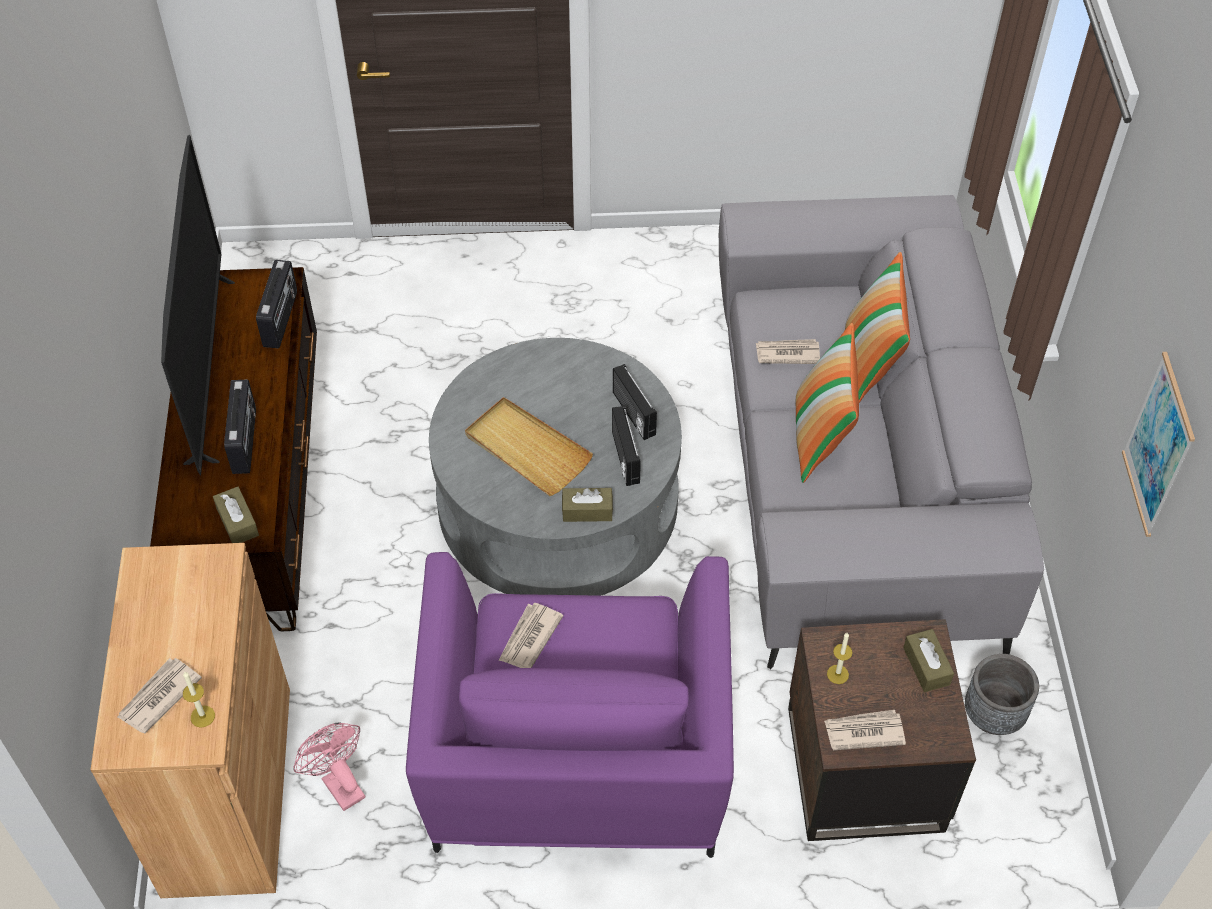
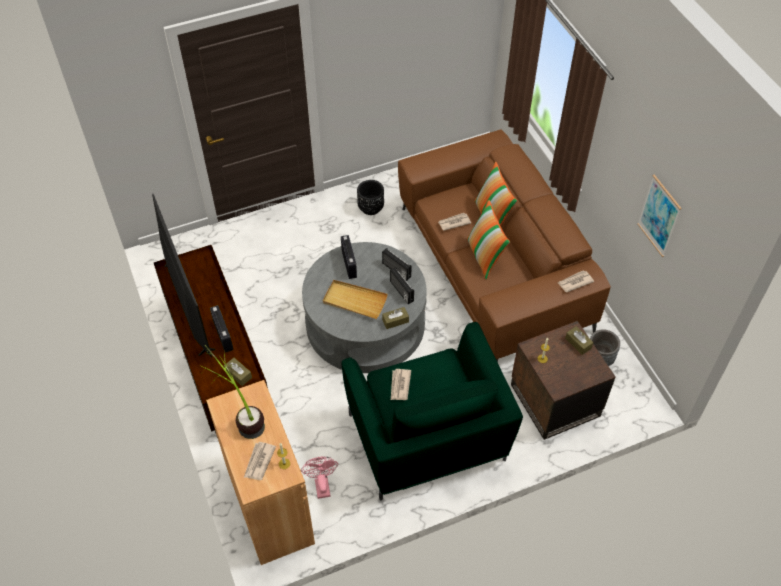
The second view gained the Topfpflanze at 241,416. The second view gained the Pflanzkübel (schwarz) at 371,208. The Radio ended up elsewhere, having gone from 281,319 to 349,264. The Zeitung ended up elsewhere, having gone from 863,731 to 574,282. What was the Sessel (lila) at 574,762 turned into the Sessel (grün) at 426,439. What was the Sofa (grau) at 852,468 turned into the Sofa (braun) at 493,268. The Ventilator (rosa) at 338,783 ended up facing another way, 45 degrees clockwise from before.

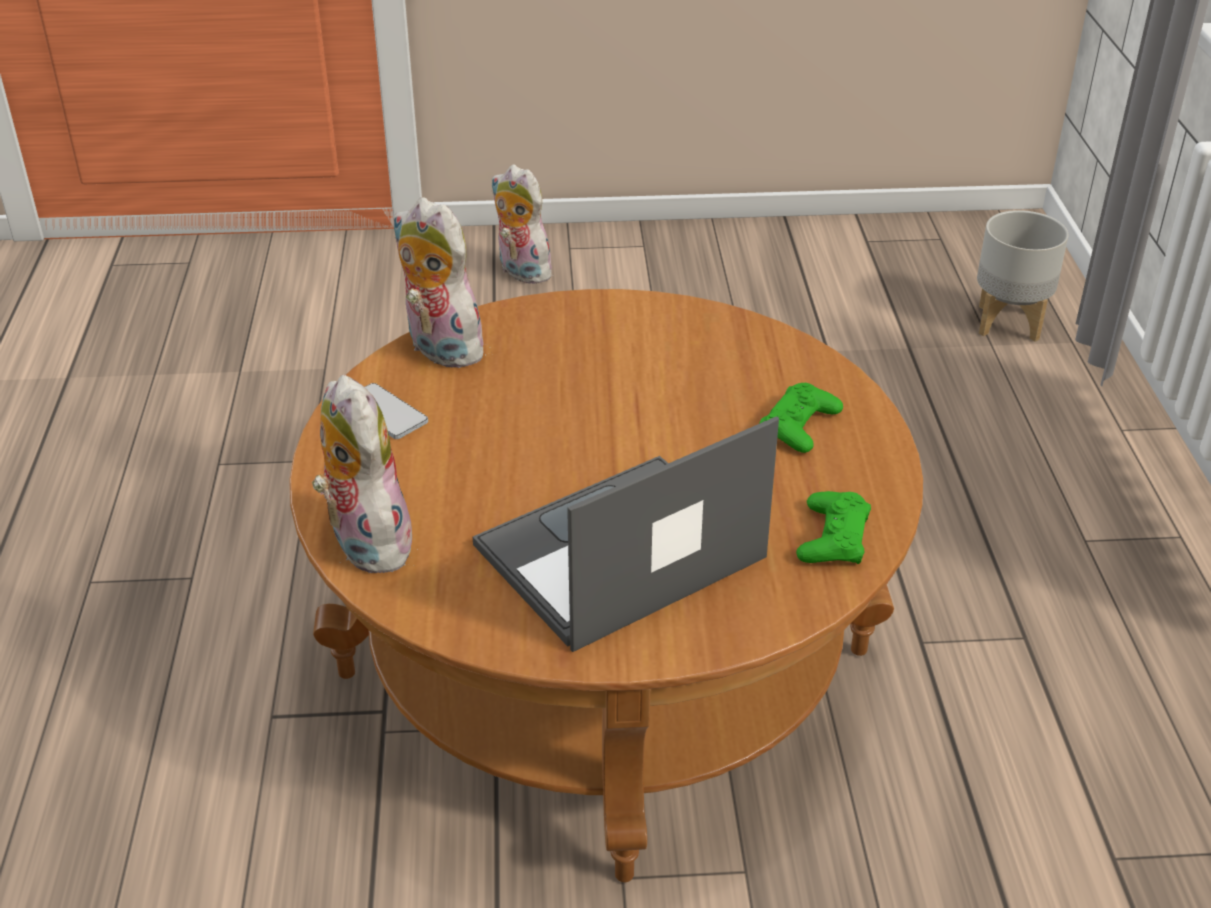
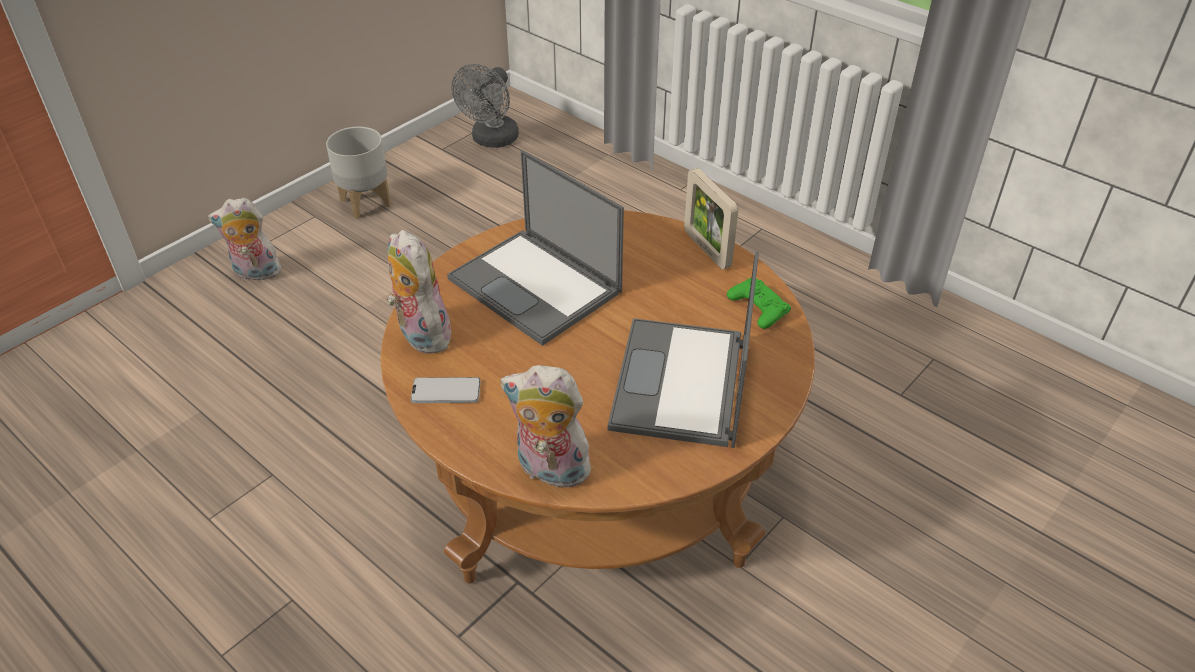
The second view lost the Gamepad (grün) at 799,425. The second view gained the Laptop at 537,286. The second view gained the Ventilator (grau) at 492,140. The second view gained the Bilderrahmen at 707,249. The Pflanzkübel (grau) ended up elsewhere, having gone from 1008,323 to 366,203. The Plüschtier at 439,350 ended up facing another way, 60 degrees clockwise from before.

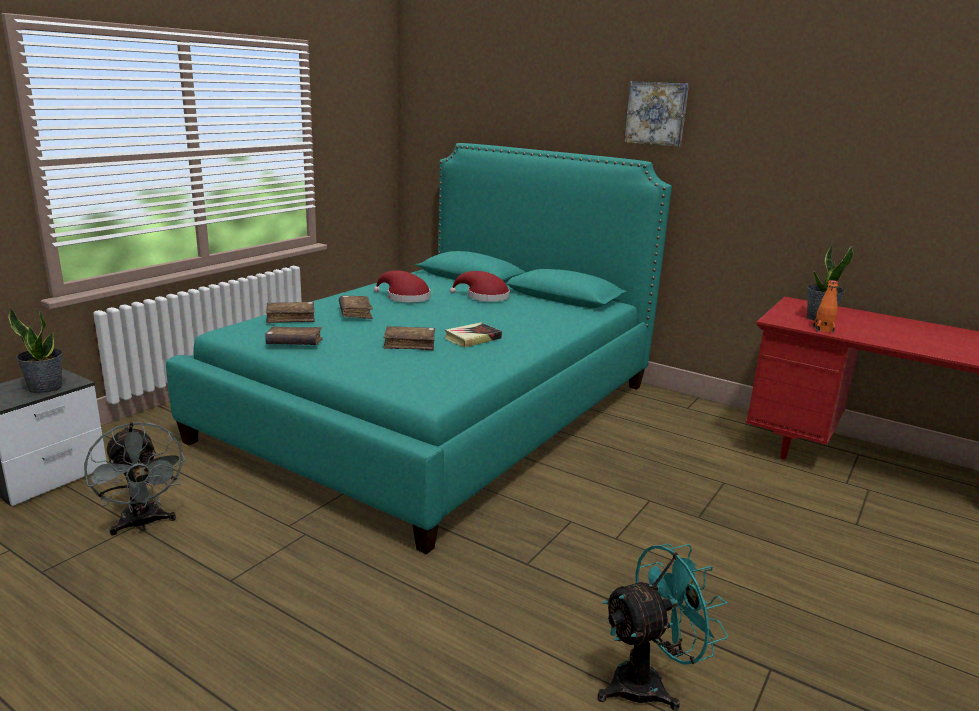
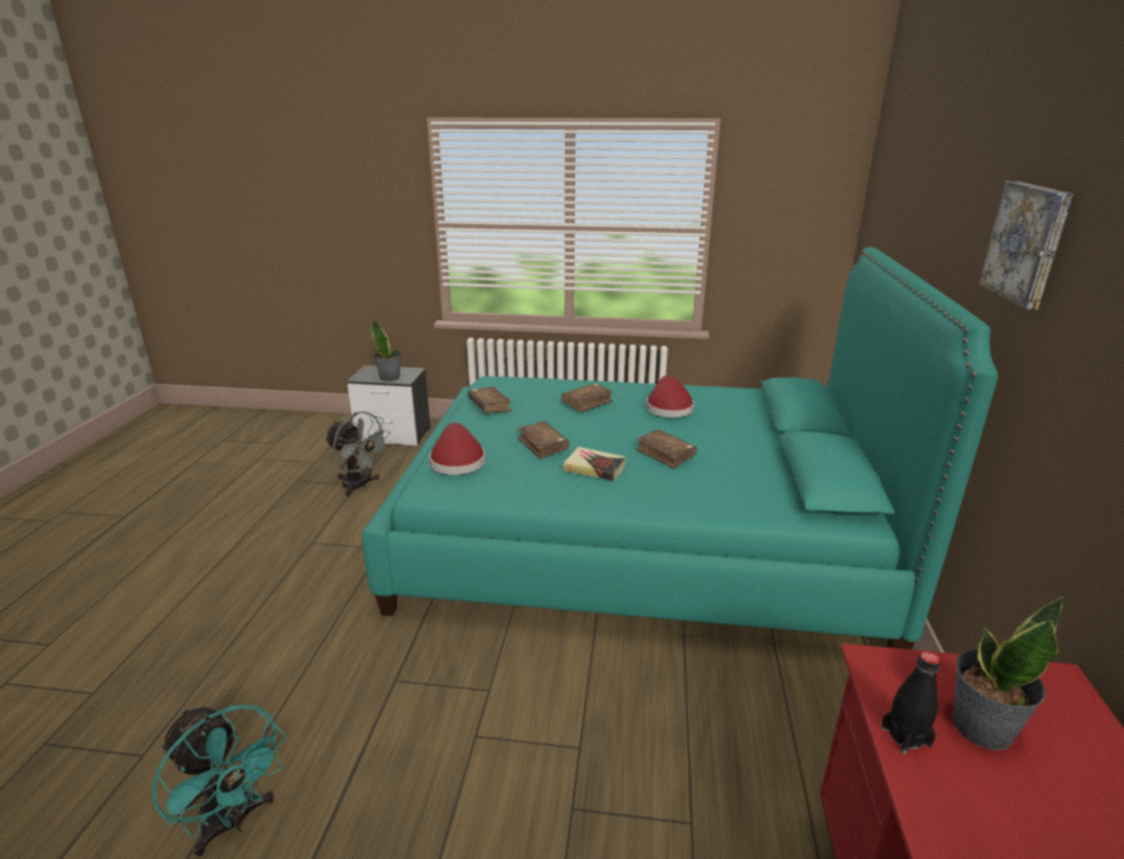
The Buch (braun) ended up elsewhere, having gone from 291,318 to 665,454. The Hut (rot) ended up elsewhere, having gone from 484,297 to 457,461. What was the Flasche (orange) at 823,329 turned into the Flasche (schwarz) at 905,736. The Ventilator (grau) at 143,524 ended up facing another way, 90 degrees counterclockwise from before.

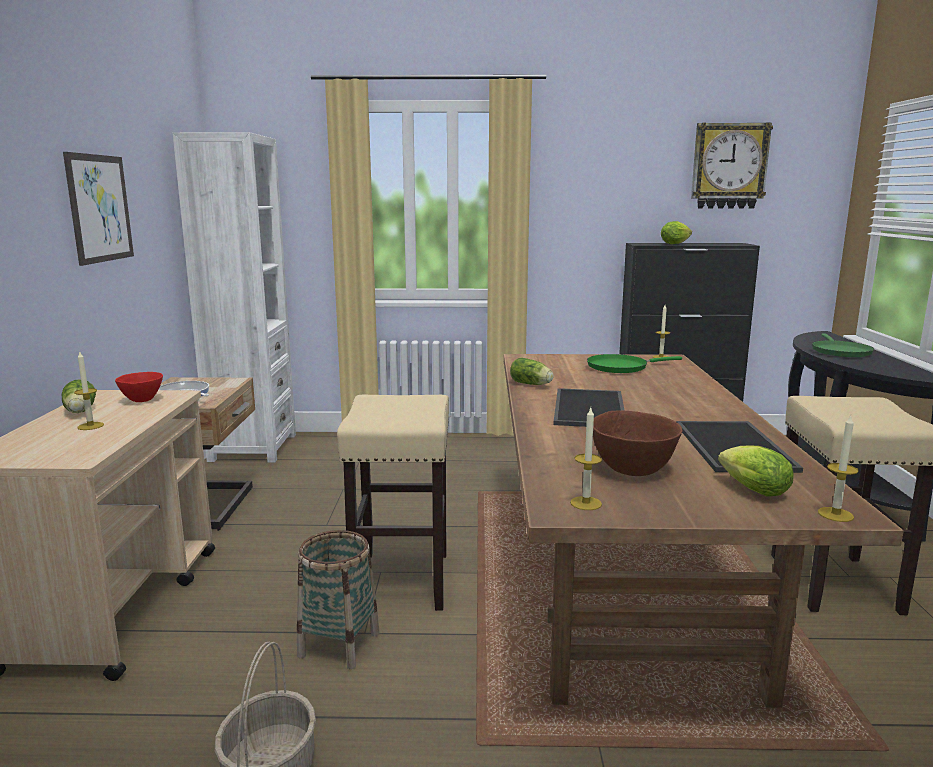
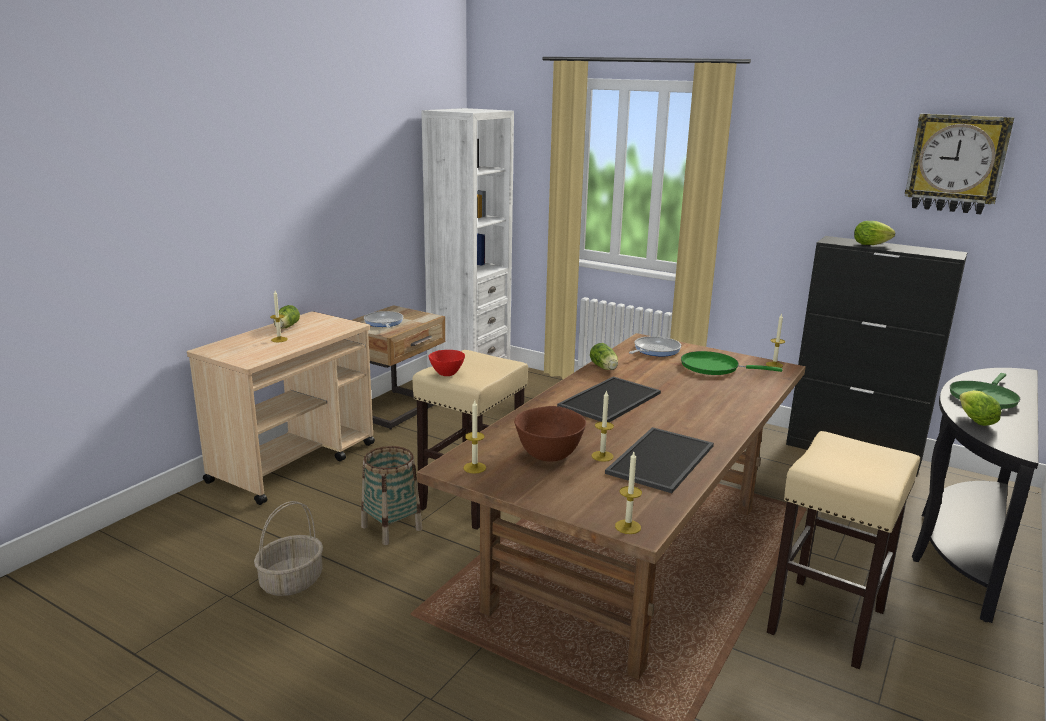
The second view lost the Bild at 100,208. The second view gained the Kerze at 602,456. The second view gained the Pfanne at 655,350. The Schüssel (rot) ended up elsewhere, having gone from 142,400 to 447,374. The Salatkopf ended up elsewhere, having gone from 750,489 to 973,419.

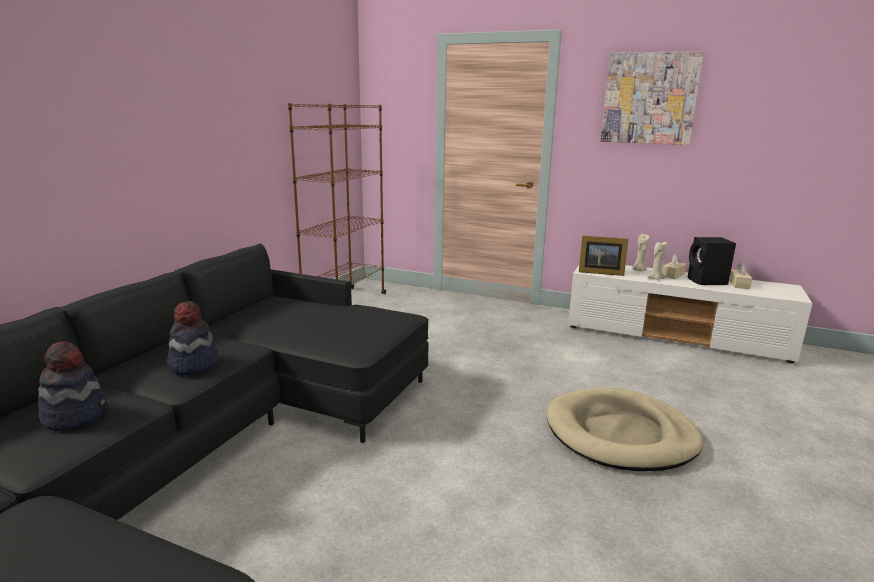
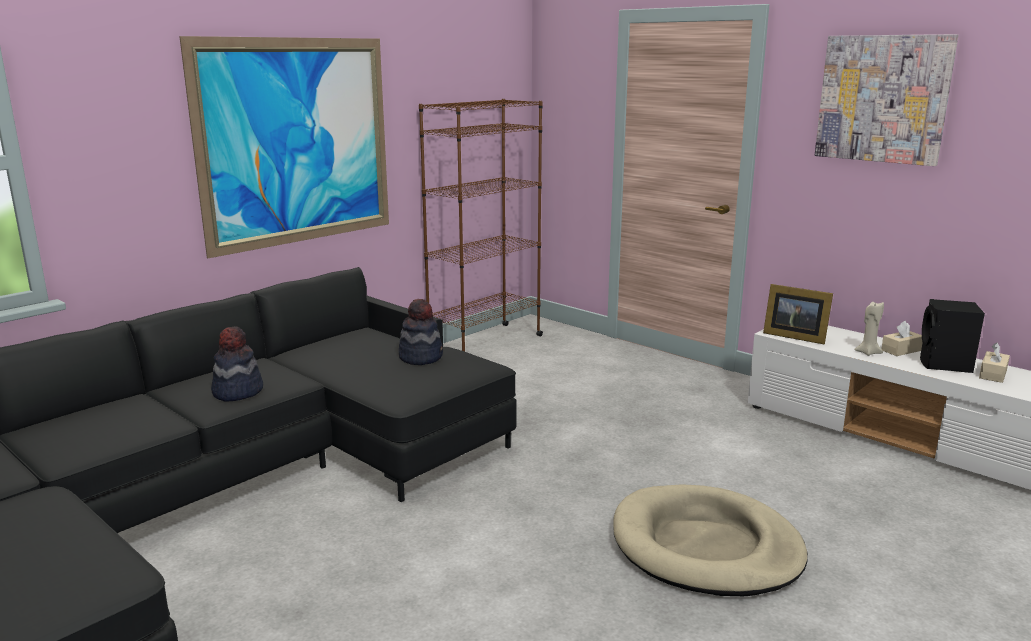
The second view lost the Kerze (beige) at 639,270. The second view gained the Bild at 297,142. The Hut ended up elsewhere, having gone from 75,416 to 421,357.

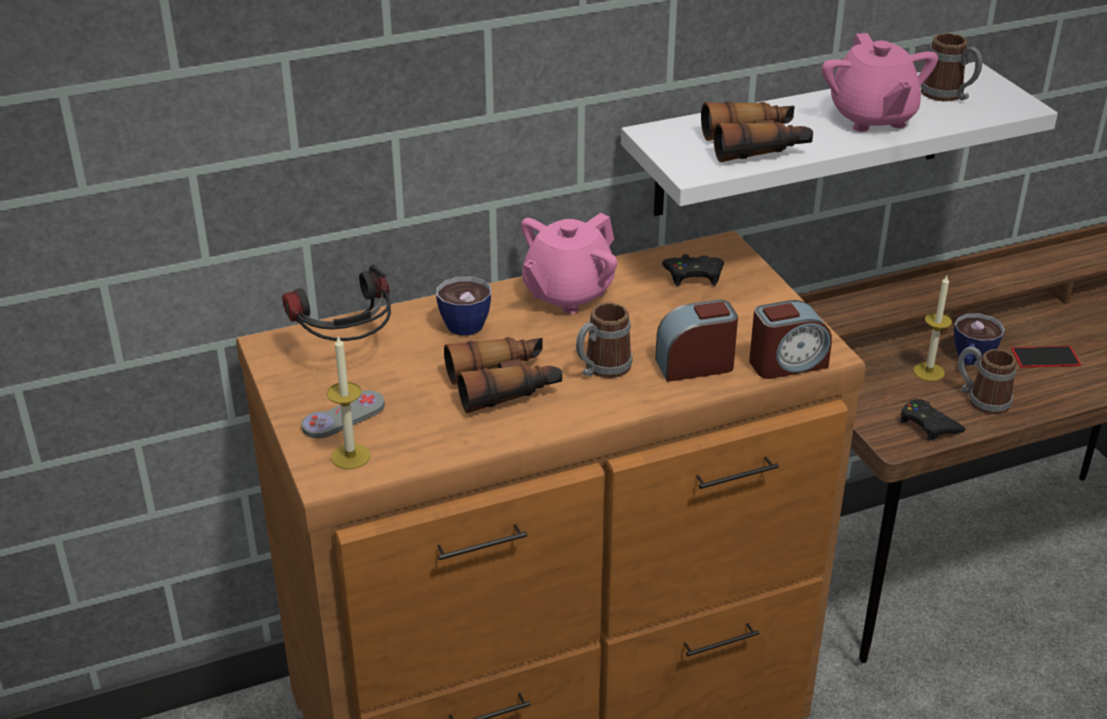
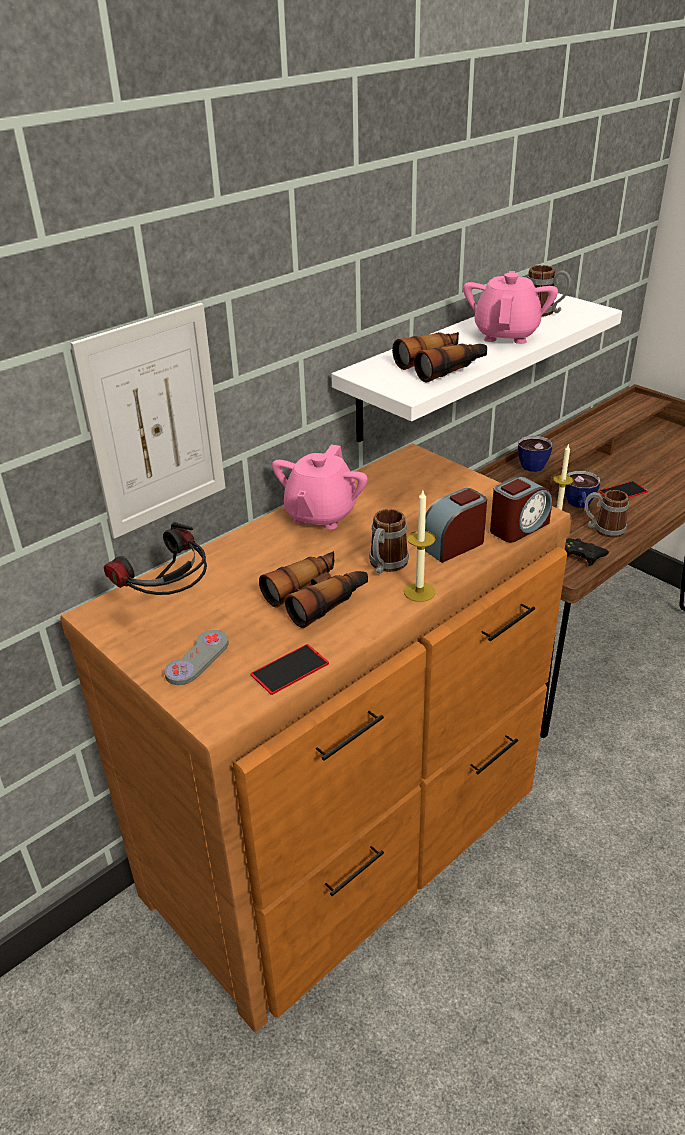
The second view lost the Gamepad (schwarz) at 694,275. The second view gained the Bild at 155,422. The second view gained the Handy at 290,669. The Kerze ended up elsewhere, having gone from 350,456 to 419,592. The Tasse ended up elsewhere, having gone from 465,321 to 529,464. The Teekanne (rosa) at 872,118 ended up facing another way, 135 degrees counterclockwise from before.

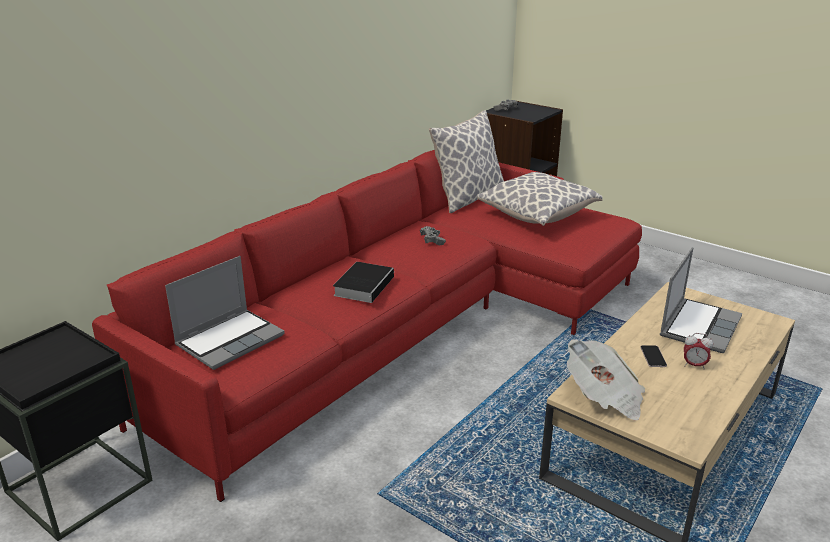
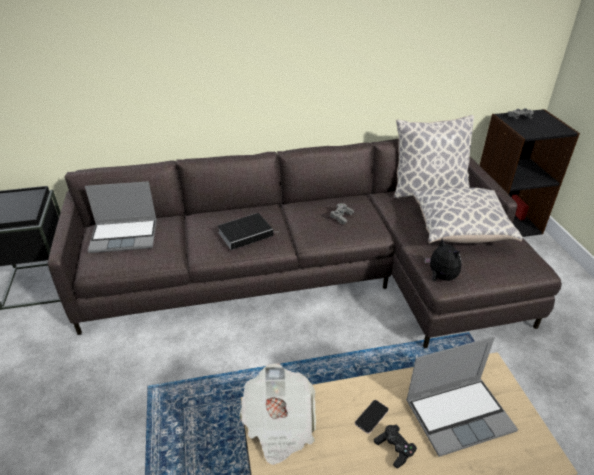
The second view gained the Plüschtier at 440,277. Where the Wecker stood at 694,365, the Gamepad (schwarz) came to stand at 394,449. What was the Sofa (rot) at 411,326 turned into the Sofa (grau) at 315,275.

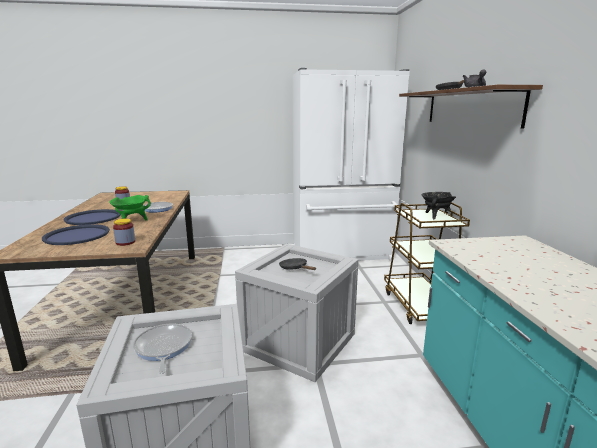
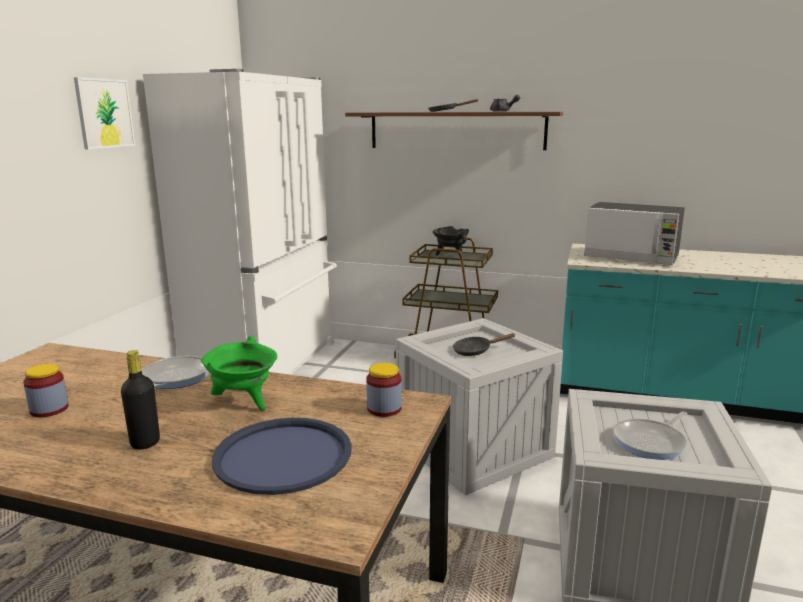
The second view gained the Bild at 104,113. The second view gained the Mikrowelle at 631,257. Where the Tablett (blau) stood at 93,218, the Flasche (schwarz) came to stand at 145,443. The Pfanne at 163,348 ended up facing another way, 45 degrees counterclockwise from before.

